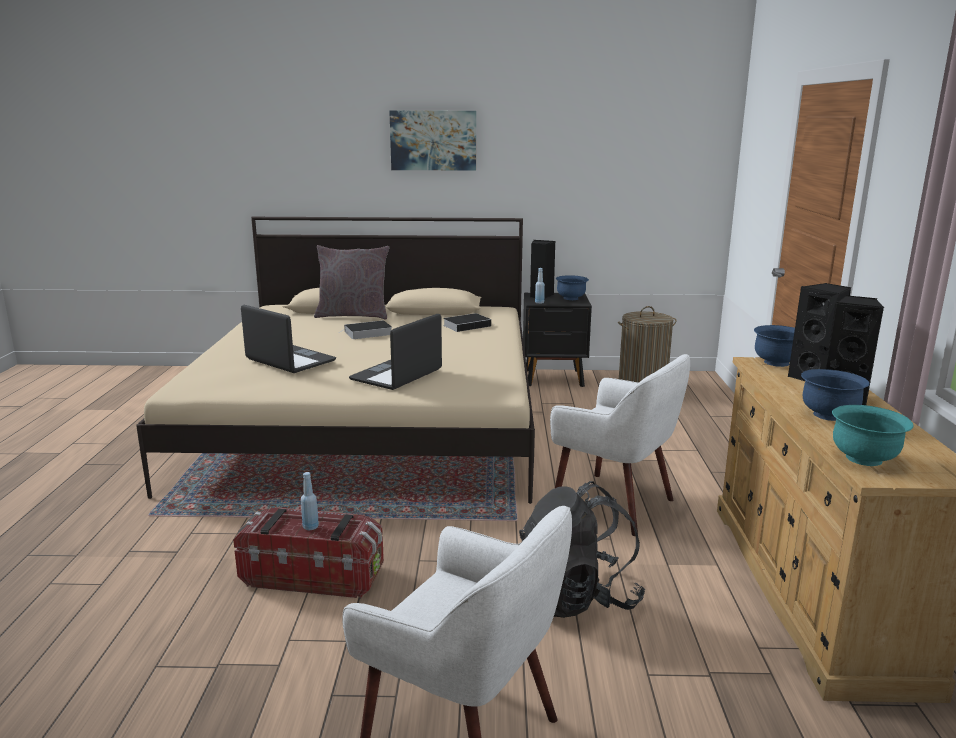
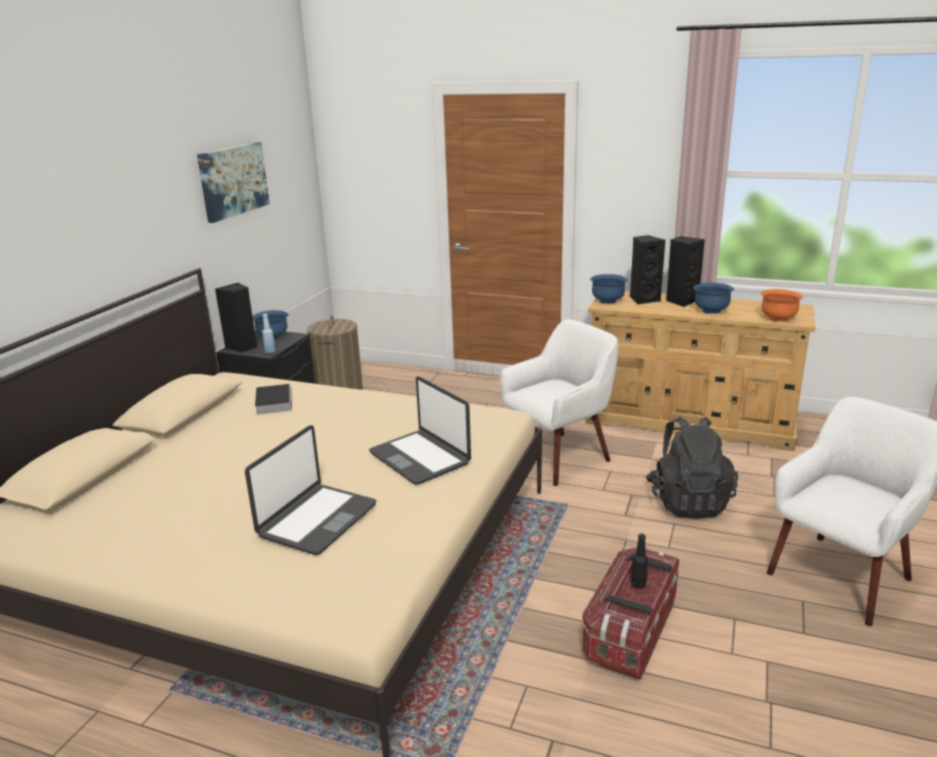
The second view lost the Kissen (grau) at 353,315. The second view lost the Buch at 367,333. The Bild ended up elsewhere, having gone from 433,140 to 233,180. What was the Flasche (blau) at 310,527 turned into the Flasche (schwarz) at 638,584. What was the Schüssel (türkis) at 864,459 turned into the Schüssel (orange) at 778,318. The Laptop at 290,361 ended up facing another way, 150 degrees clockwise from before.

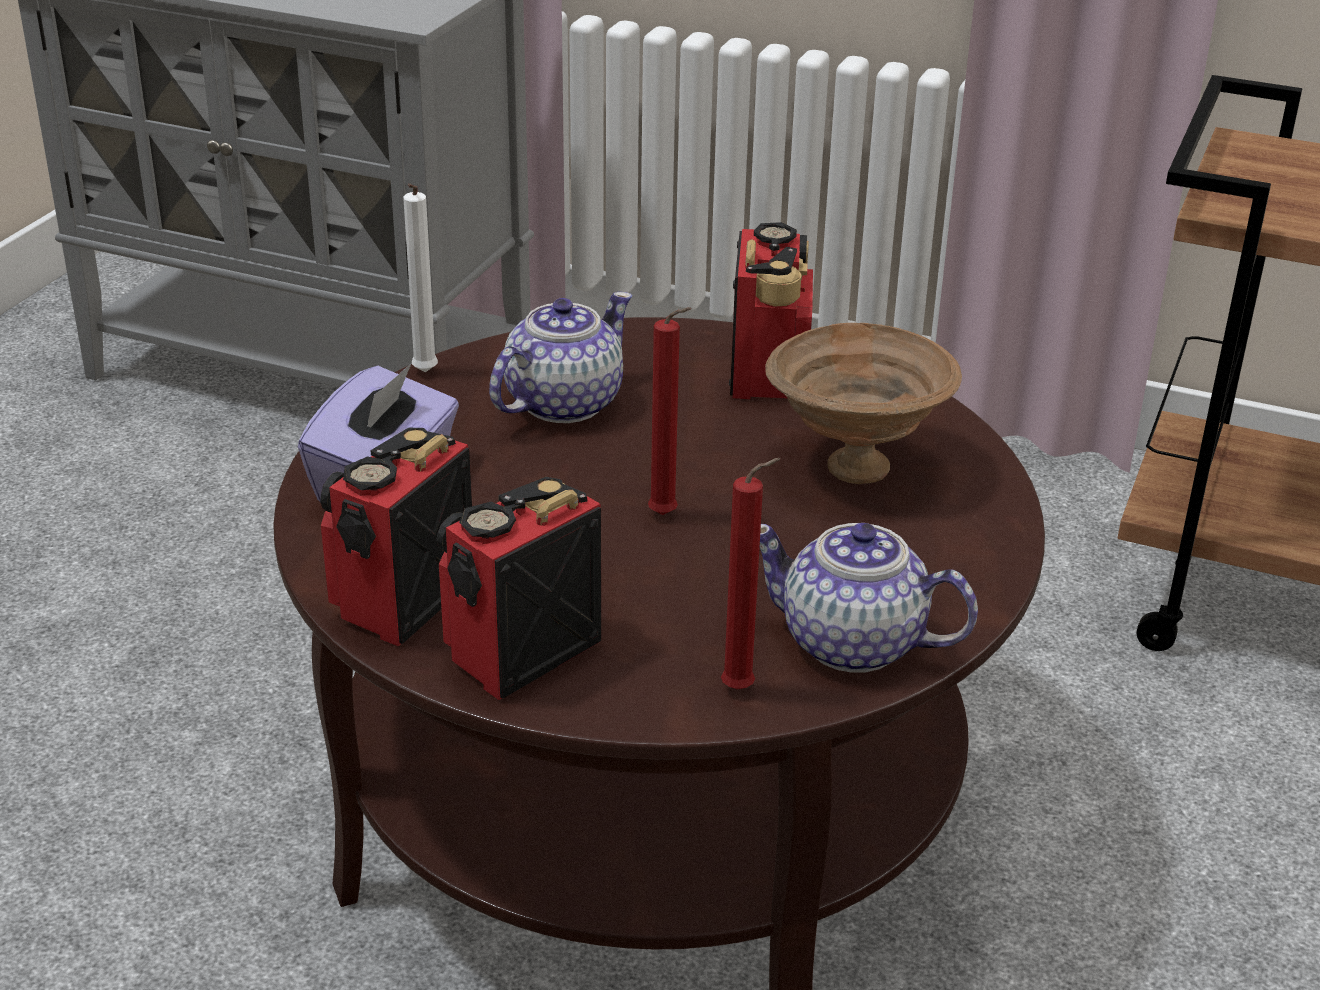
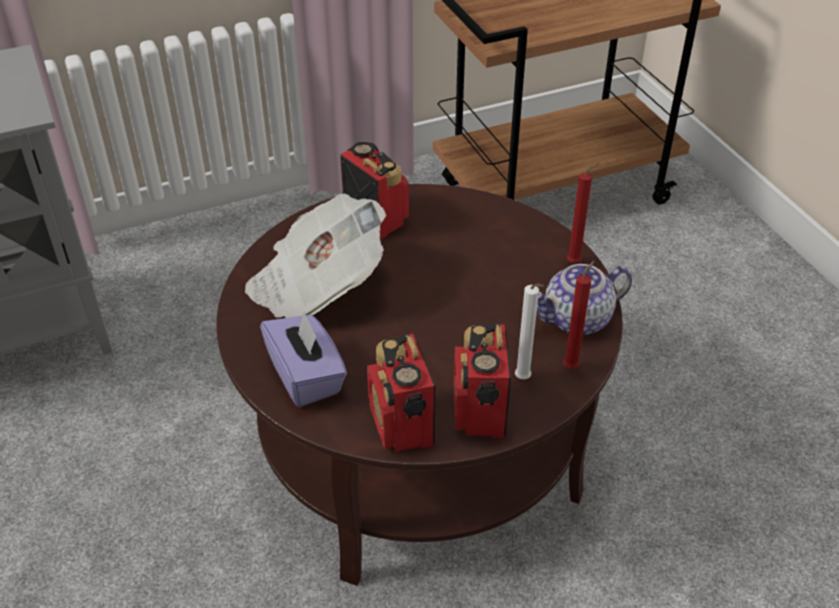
The second view lost the Schüssel (braun) at 852,468. The Kerze (weiß) ended up elsewhere, having gone from 424,374 to 524,379. The Kerze (rot) ended up elsewhere, having gone from 666,516 to 576,262. Where the Teekanne stood at 561,403, the Zeitung came to stand at 317,287.

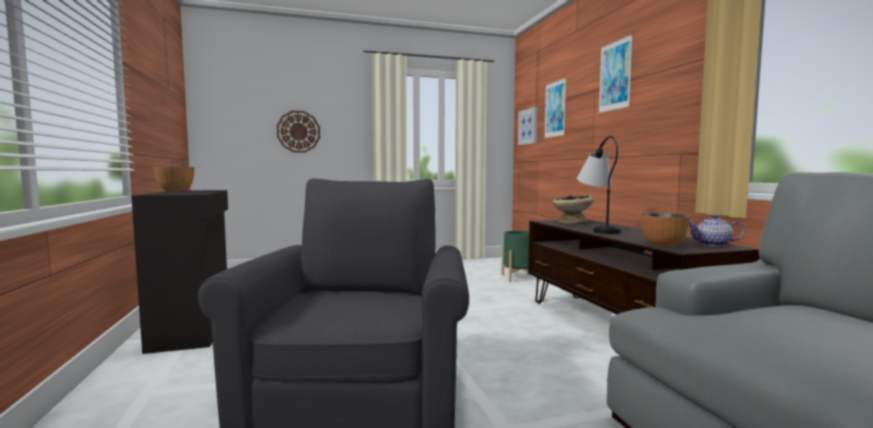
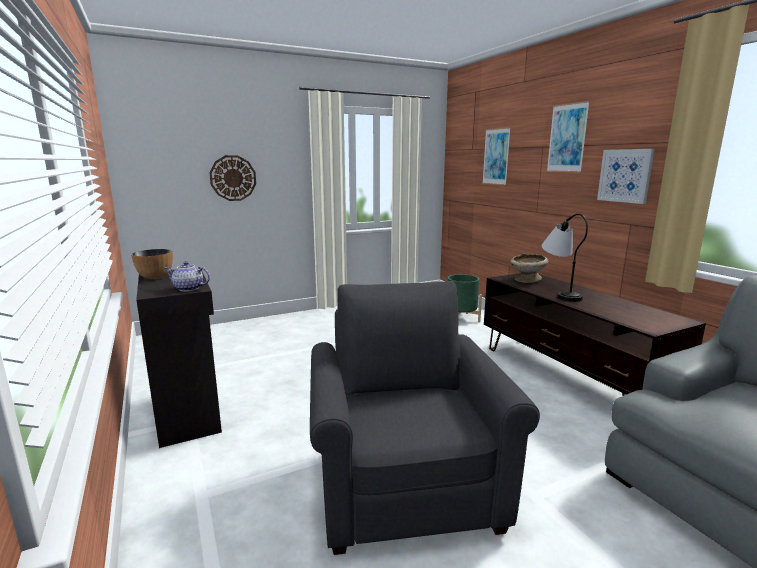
The second view lost the Schüssel at 662,245. The Bild ended up elsewhere, having gone from 528,126 to 625,175. The Teekanne ended up elsewhere, having gone from 714,244 to 189,288.

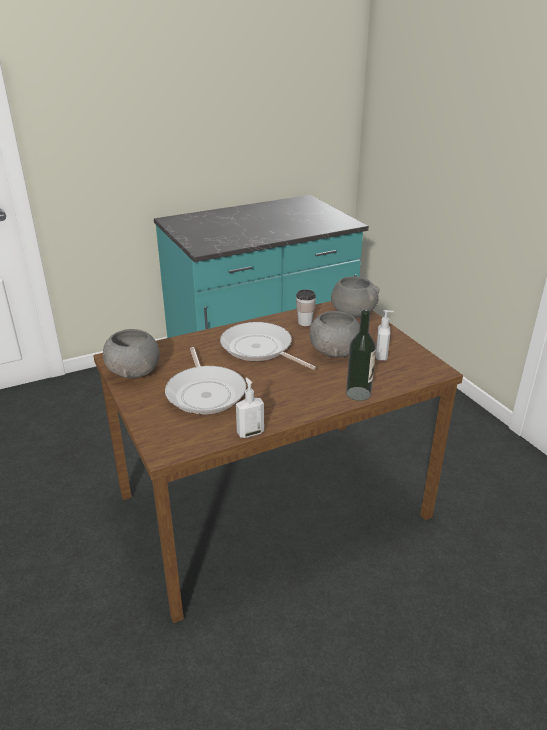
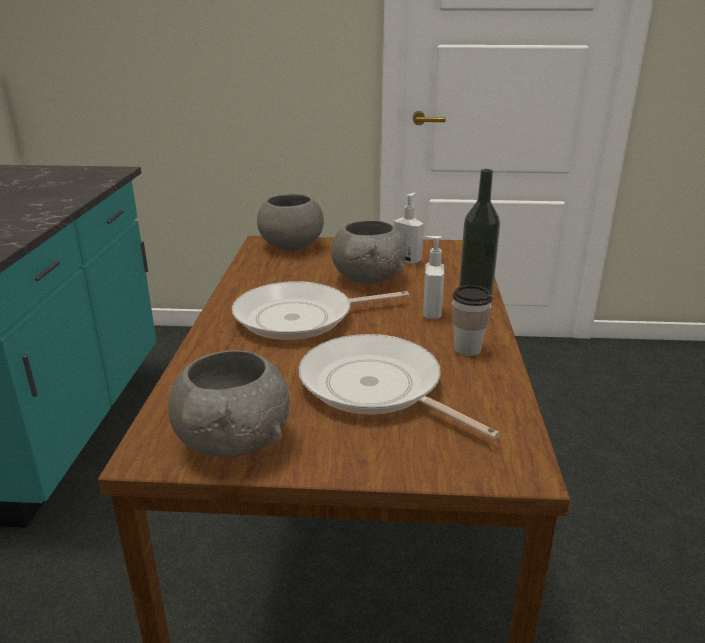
The Seifenspender ended up elsewhere, having gone from 250,432 to 431,313. The Tasse ended up elsewhere, having gone from 305,323 to 467,349. The Pfanne at 205,392 ended up facing another way, 150 degrees counterclockwise from before.

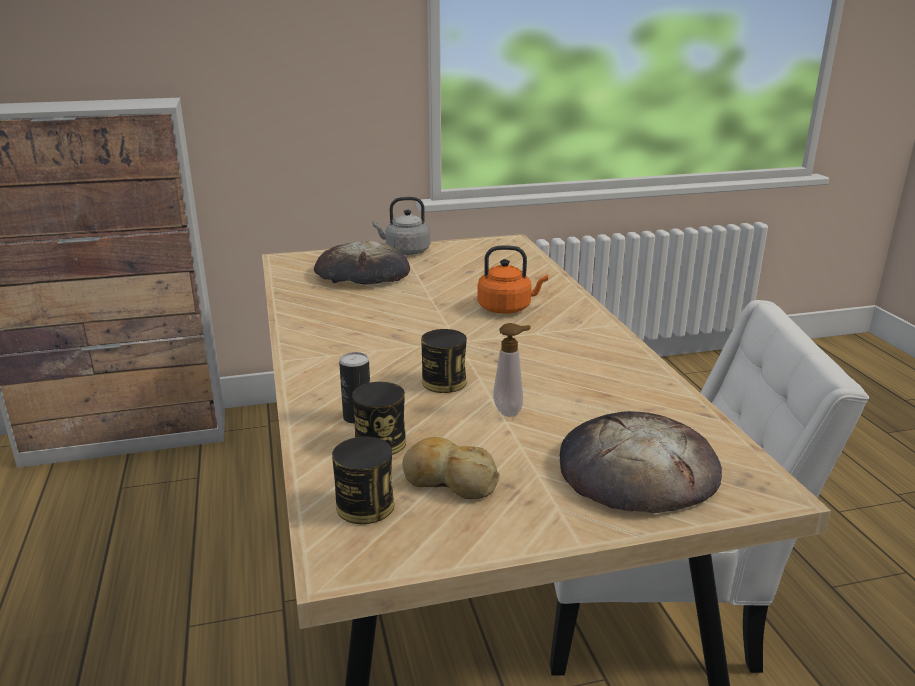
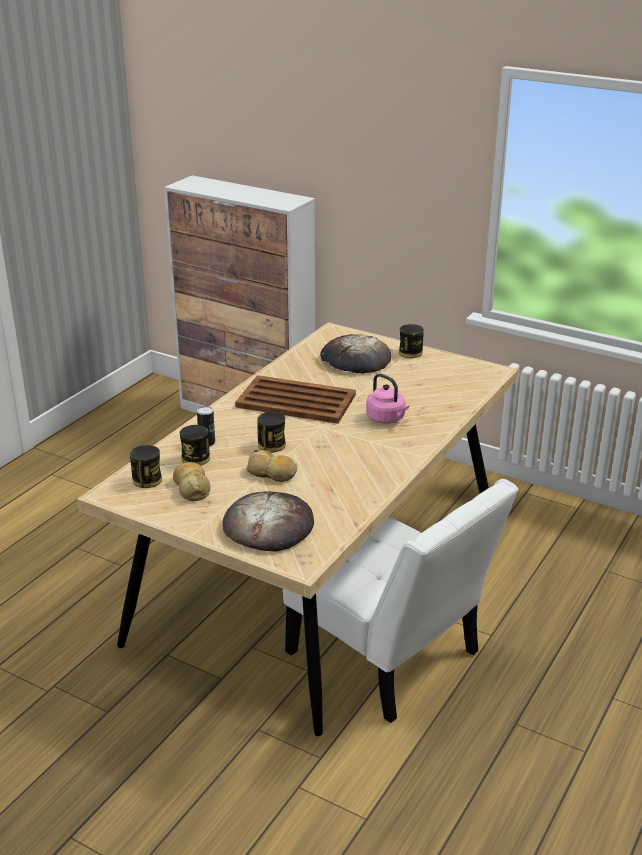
The second view gained the Tablett (braun) at 295,400. Where the Wasserkessel (grau) stood at 405,251, the Dose came to stand at 410,352. Where the Seifenspender stood at 510,411, the Brot came to stand at 272,473. What was the Wasserkessel (orange) at 507,308 turned into the Wasserkessel (rosa) at 387,419.

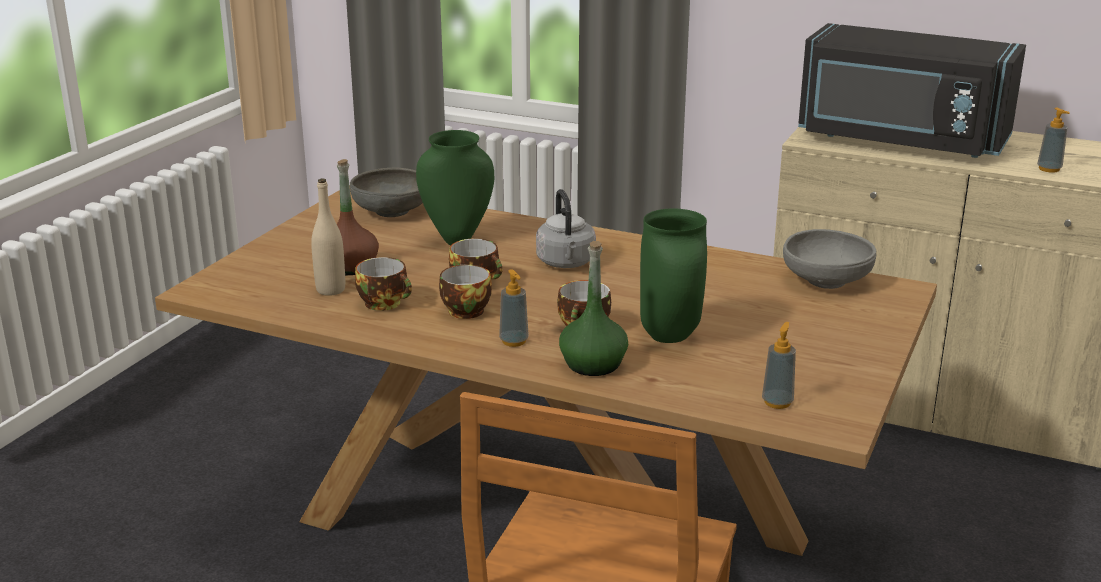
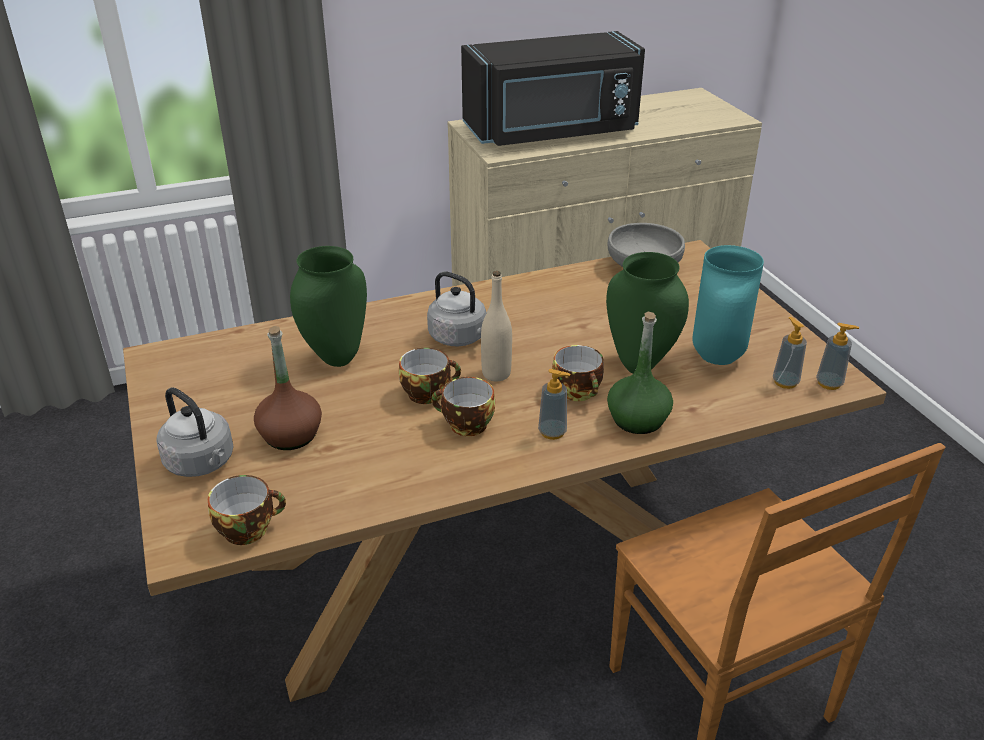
The second view lost the Schüssel (grau) at 391,211. The second view gained the Wasserkessel (grau) at 202,463. The second view gained the Vase (türkis) at 715,357. The Flasche (beige) ended up elsewhere, having gone from 330,290 to 496,374. The Tasse ended up elsewhere, having gone from 386,303 to 249,528. The Seifenspender ended up elsewhere, having gone from 1049,169 to 829,383.

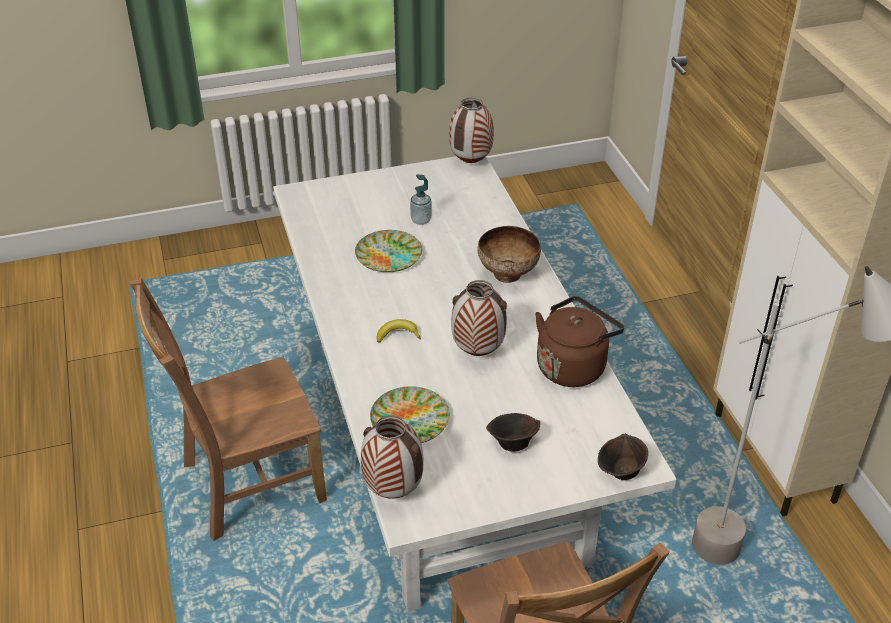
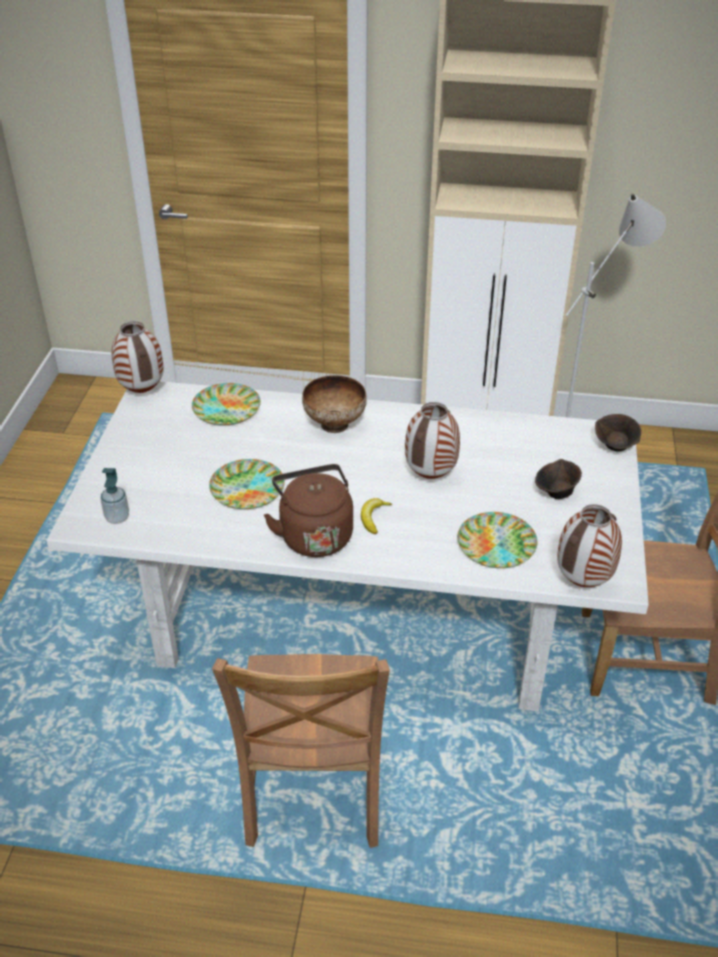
The second view gained the Teller at 226,409. The Seifenspender ended up elsewhere, having gone from 421,220 to 117,517. The Wasserkessel (braun) ended up elsewhere, having gone from 573,365 to 314,534.

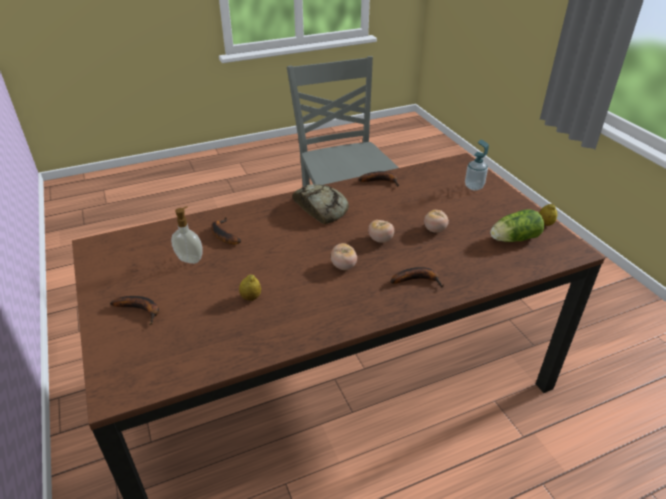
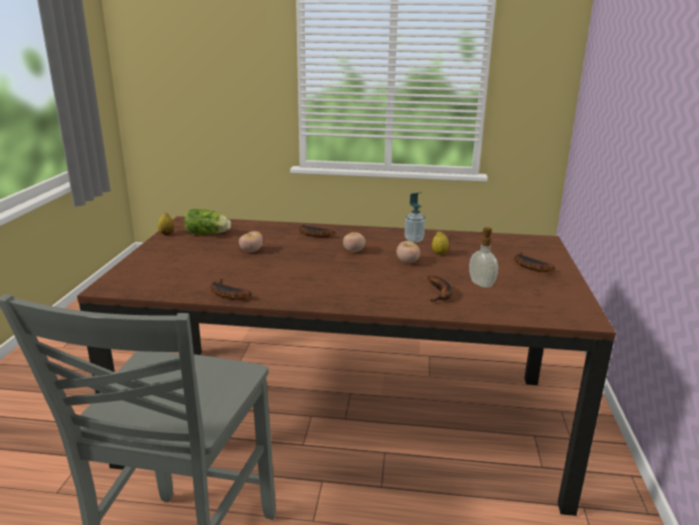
The second view lost the Brot at 321,208. The Tomate ended up elsewhere, having gone from 380,239 to 407,262. The Seifenspender ended up elsewhere, having gone from 474,186 to 414,240.

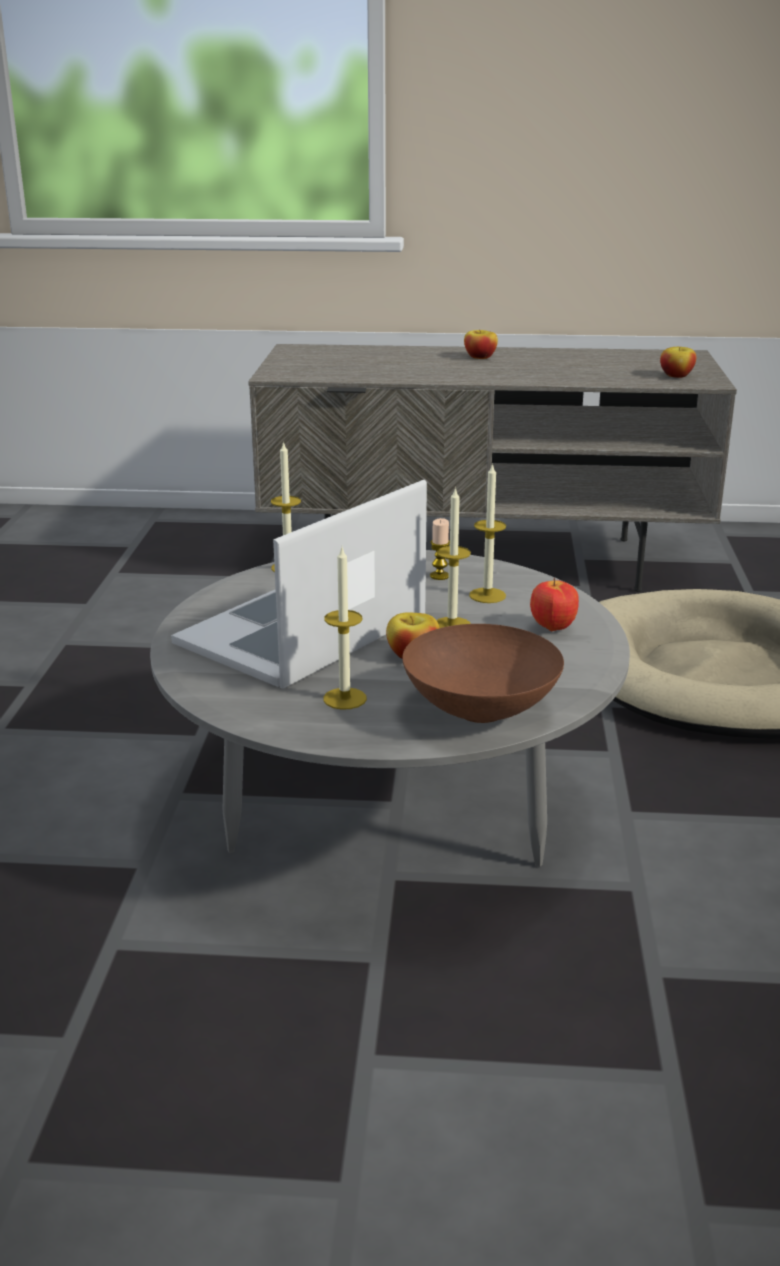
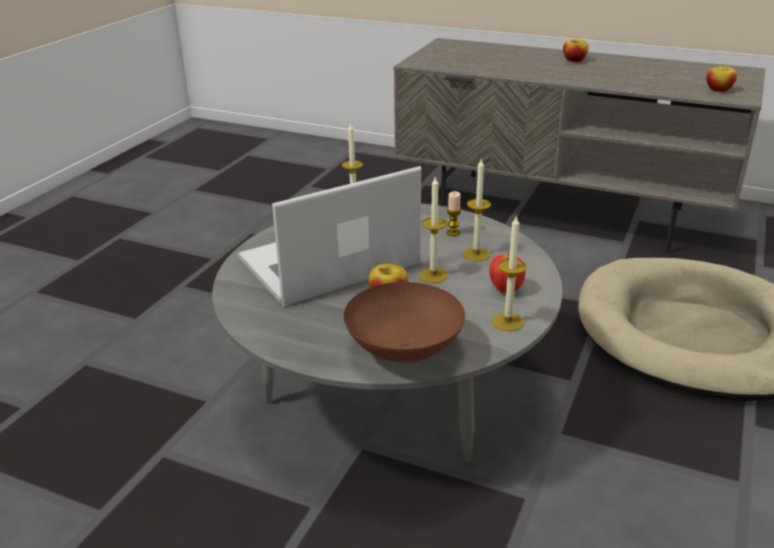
The Kerze ended up elsewhere, having gone from 345,698 to 508,322.

